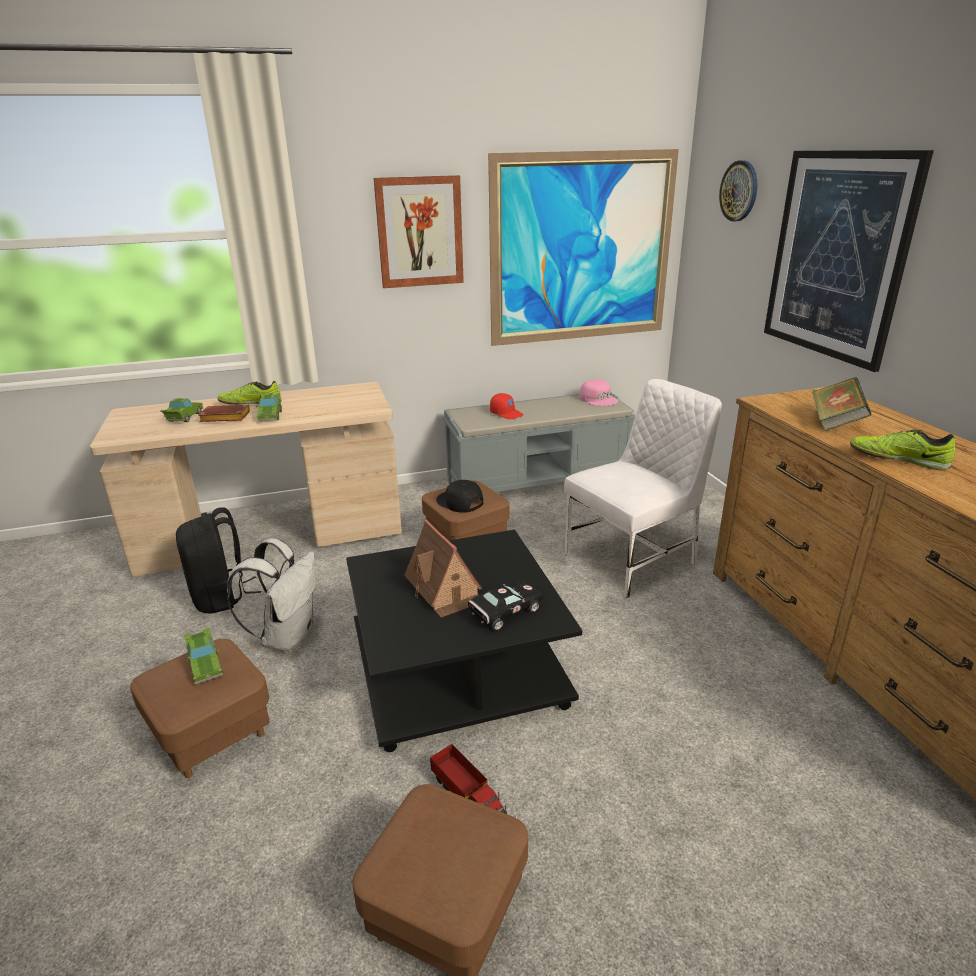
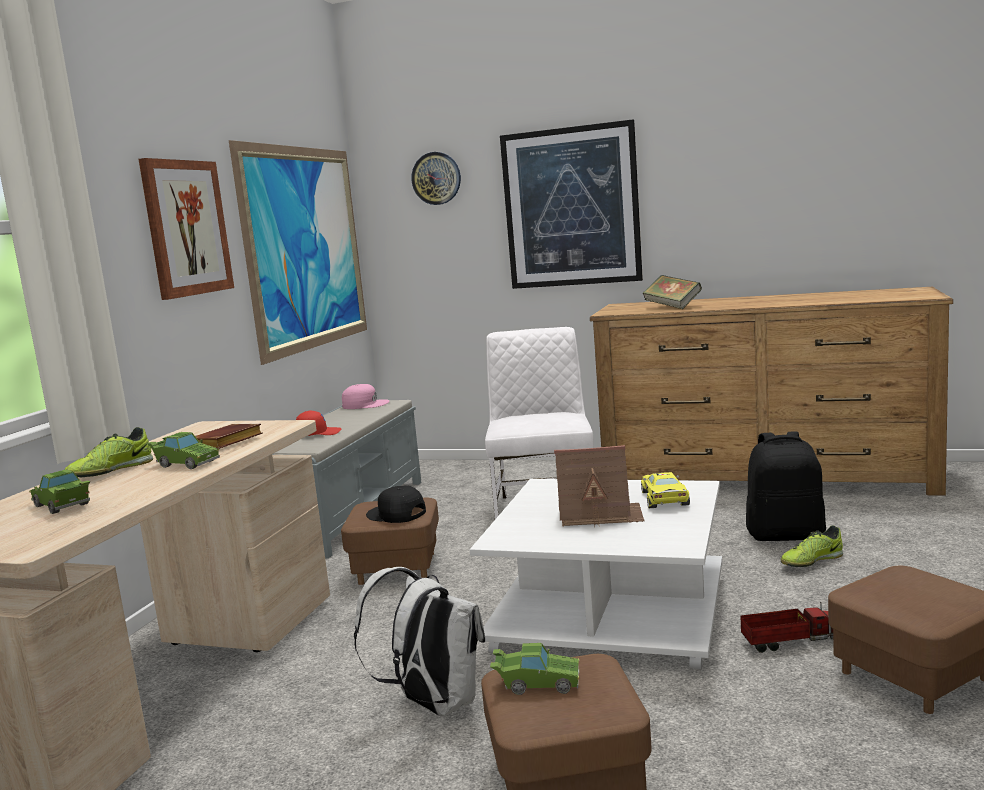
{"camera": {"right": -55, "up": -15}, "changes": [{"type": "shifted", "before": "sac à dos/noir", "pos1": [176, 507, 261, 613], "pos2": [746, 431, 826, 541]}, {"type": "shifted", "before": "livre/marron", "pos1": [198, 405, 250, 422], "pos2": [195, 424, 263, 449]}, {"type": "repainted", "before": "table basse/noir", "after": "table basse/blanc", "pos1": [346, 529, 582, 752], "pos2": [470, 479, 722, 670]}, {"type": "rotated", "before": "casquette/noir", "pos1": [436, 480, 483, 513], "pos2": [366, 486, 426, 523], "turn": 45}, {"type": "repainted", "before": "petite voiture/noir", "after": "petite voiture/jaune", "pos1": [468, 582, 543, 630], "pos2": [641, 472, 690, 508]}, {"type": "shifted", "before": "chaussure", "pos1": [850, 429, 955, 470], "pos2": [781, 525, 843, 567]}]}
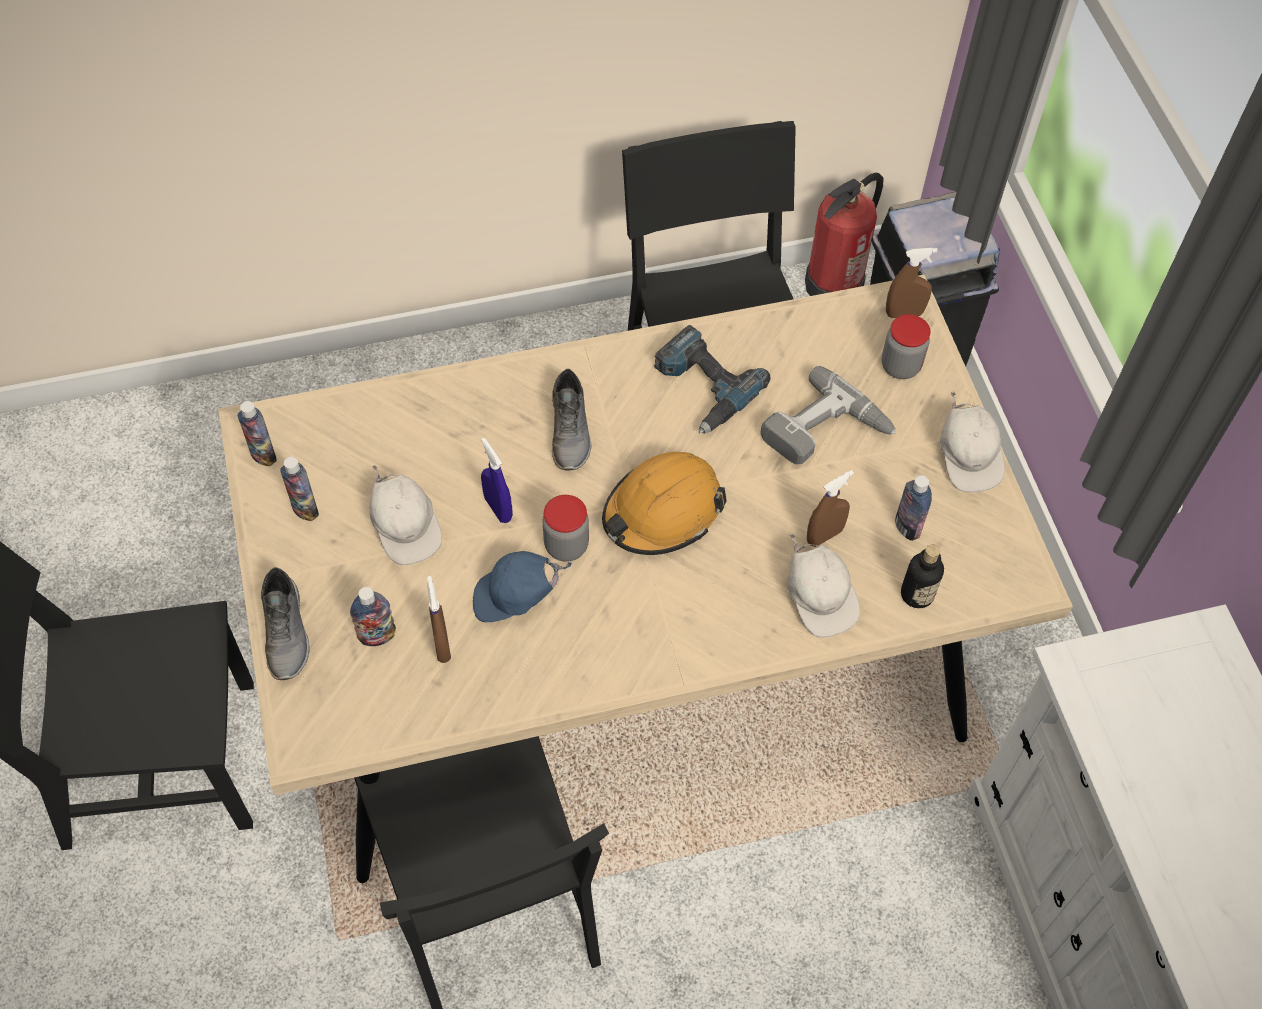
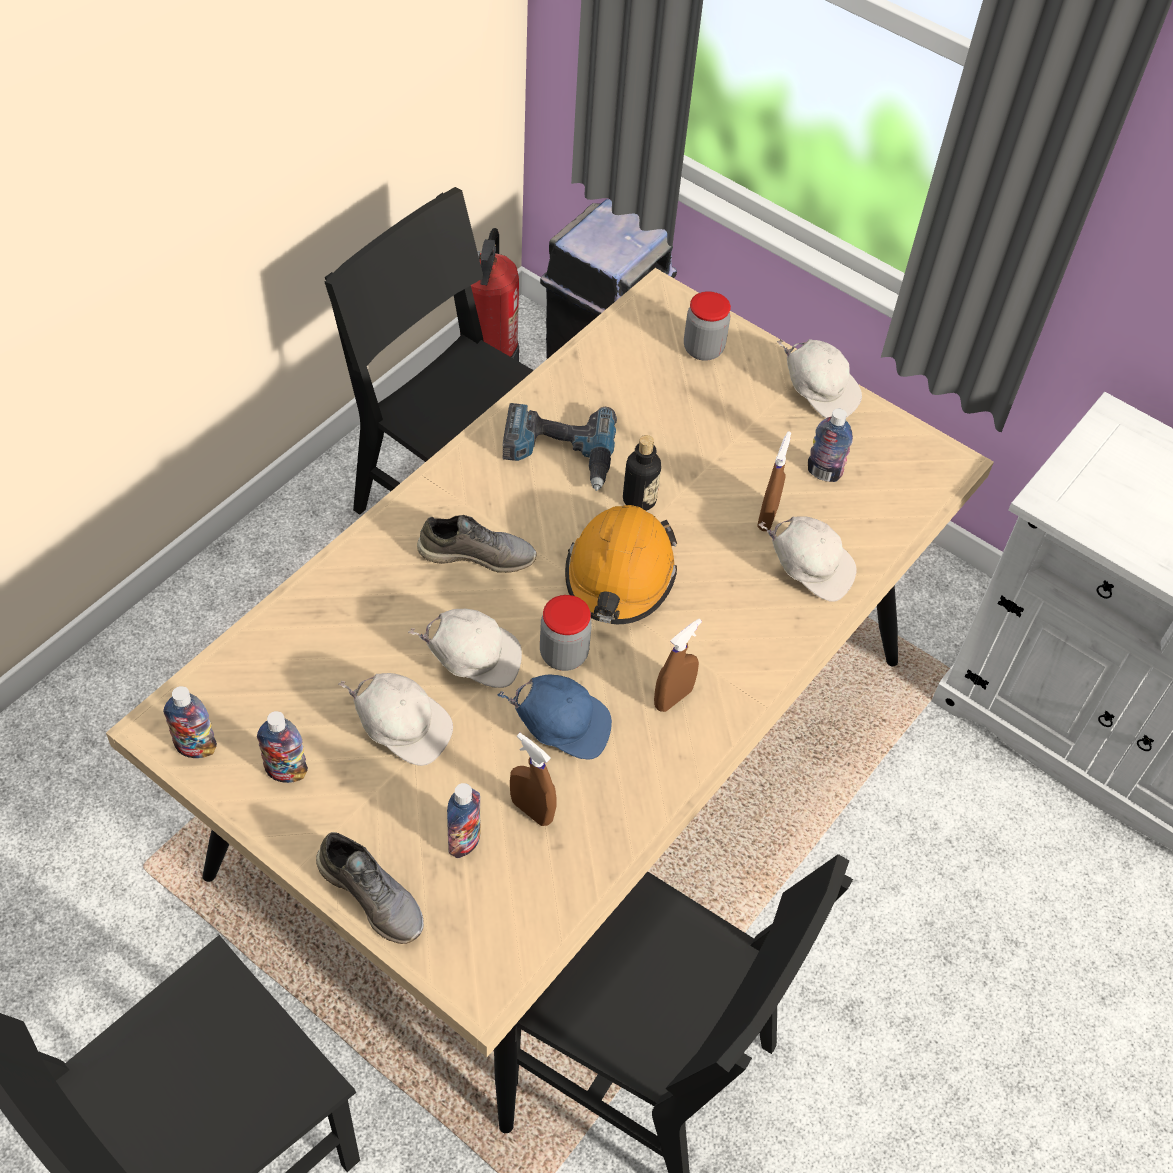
{"camera": {"right": -40, "up": -5}, "changes": [{"type": "rotated", "before": "casquette/bleu", "pos1": [473, 551, 571, 622], "pos2": [497, 675, 612, 759], "turn": -120}, {"type": "swapped", "before": "vaporisateur/bleu", "after": "casquette/blanc", "pos1": [481, 438, 513, 523], "pos2": [408, 609, 522, 688]}, {"type": "rotated", "before": "chaussure/gris", "pos1": [552, 369, 591, 471], "pos2": [417, 515, 537, 573], "turn": -45}, {"type": "gone", "before": "perceuse", "pos1": [760, 366, 896, 464]}, {"type": "shifted", "before": "vaporisateur/marron", "pos1": [886, 248, 938, 318], "pos2": [654, 619, 702, 712]}, {"type": "shifted", "before": "bouteille", "pos1": [901, 544, 944, 608], "pos2": [623, 435, 661, 511]}]}
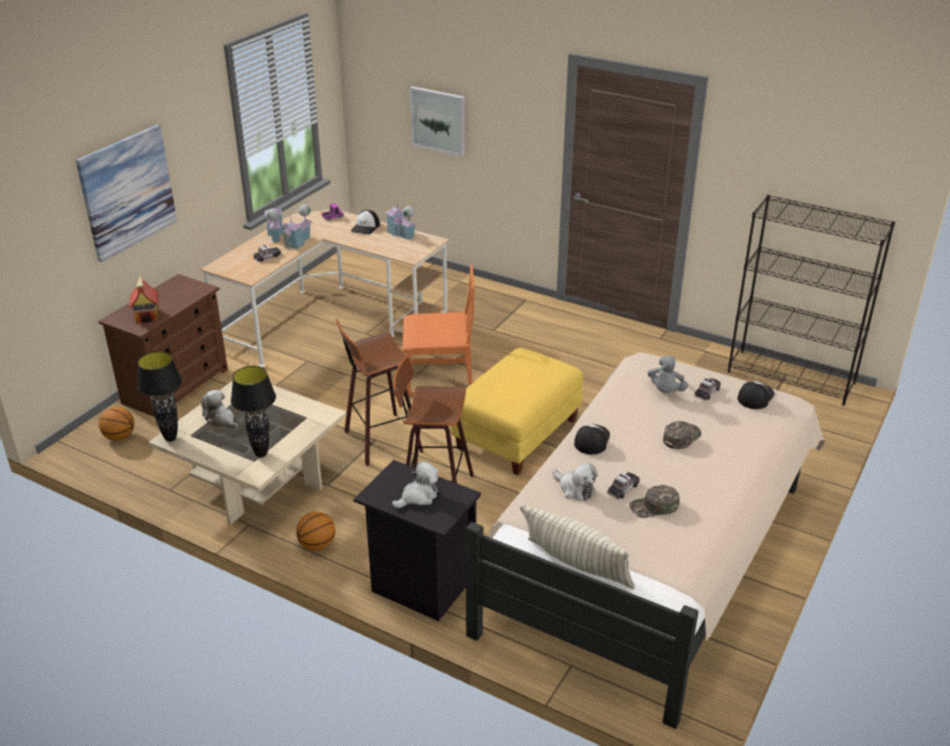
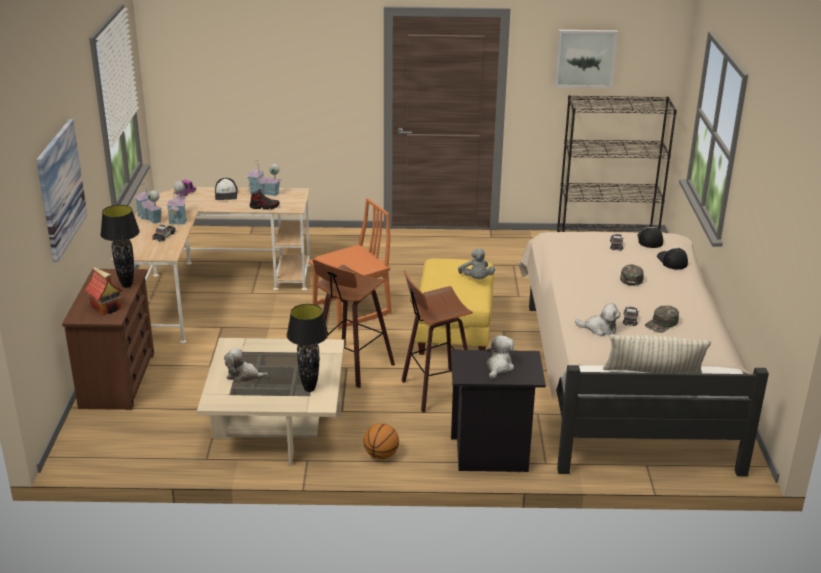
{"camera": {"right": -30, "up": -5}, "changes": [{"type": "gone", "before": "ballon de basket", "pos1": [99, 407, 134, 441]}, {"type": "shifted", "before": "lampe de table/noir", "pos1": [137, 351, 182, 442], "pos2": [100, 205, 140, 288]}, {"type": "shifted", "before": "tableau", "pos1": [410, 86, 465, 157], "pos2": [555, 30, 618, 88]}, {"type": "shifted", "before": "casquette", "pos1": [574, 424, 610, 455], "pos2": [657, 247, 688, 269]}, {"type": "shifted", "before": "peluche/gris", "pos1": [648, 355, 688, 393], "pos2": [458, 248, 495, 279]}, {"type": "new", "after": "chaussure", "pos2": [250, 189, 280, 210]}]}
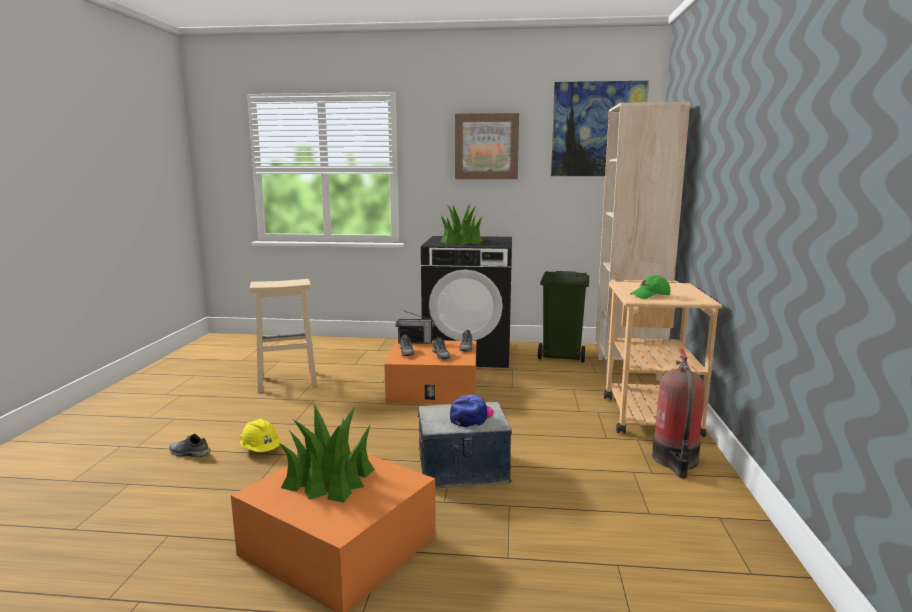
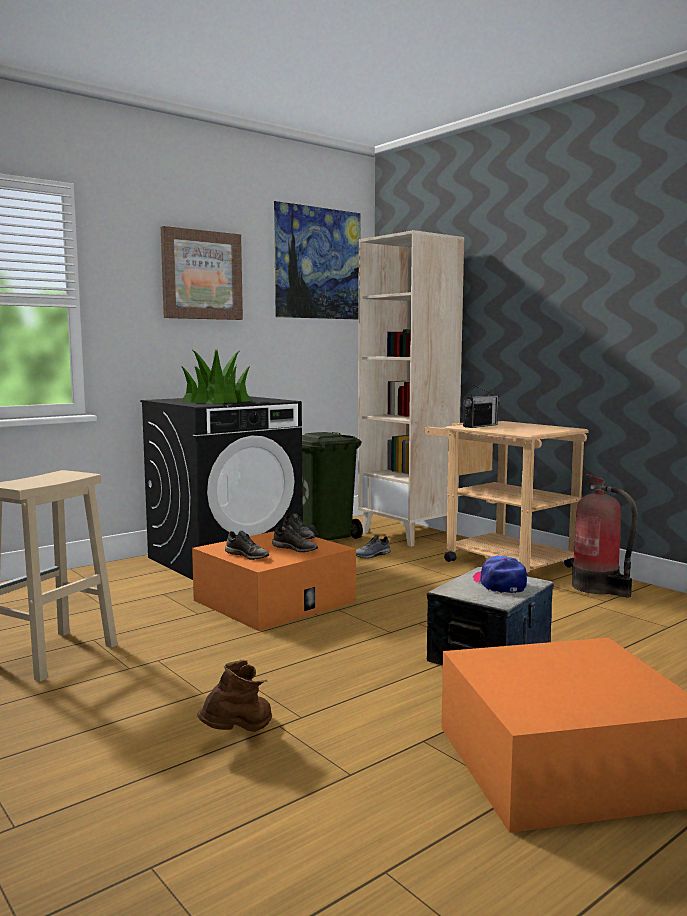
{"camera": {"right": -45, "up": -5}, "changes": [{"type": "shifted", "before": "chaussure/gris", "pos1": [169, 434, 210, 457], "pos2": [356, 535, 391, 558]}, {"type": "swapped", "before": "casque de chantier/jaune", "after": "botte/marron", "pos1": [240, 419, 281, 452], "pos2": [197, 660, 272, 732]}, {"type": "gone", "before": "plante en pot", "pos1": [279, 404, 375, 503]}, {"type": "shifted", "before": "radio", "pos1": [395, 310, 435, 344], "pos2": [463, 384, 500, 428]}, {"type": "gone", "before": "casquette/vert", "pos1": [630, 275, 670, 299]}]}
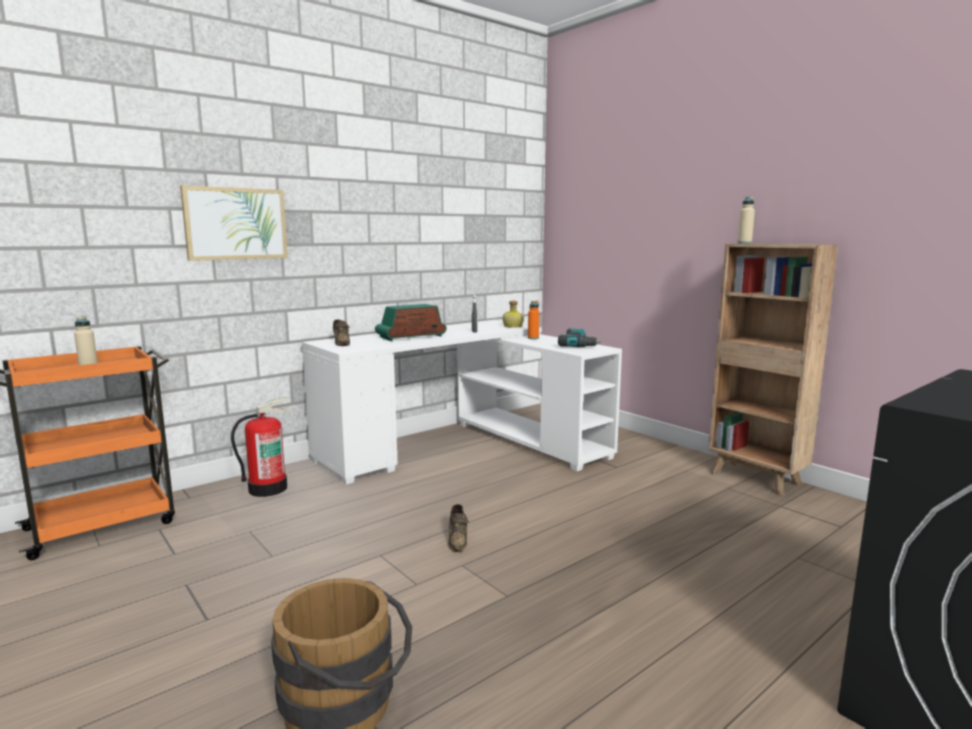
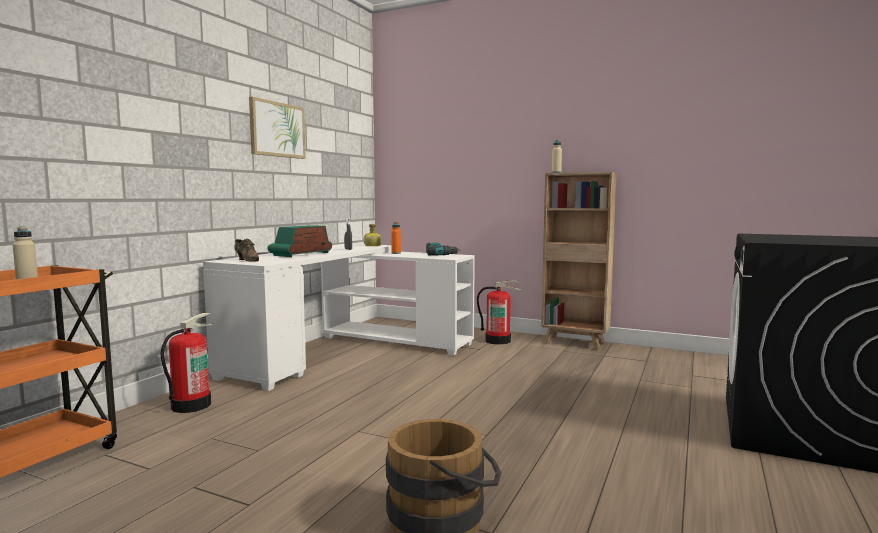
{"camera": {"right": -25, "up": -5}, "changes": [{"type": "shifted", "before": "tableau", "pos1": [180, 186, 288, 261], "pos2": [249, 97, 306, 159]}, {"type": "gone", "before": "chaussure/marron", "pos1": [448, 504, 469, 552]}, {"type": "new", "after": "extincteur", "pos2": [477, 280, 522, 345]}]}
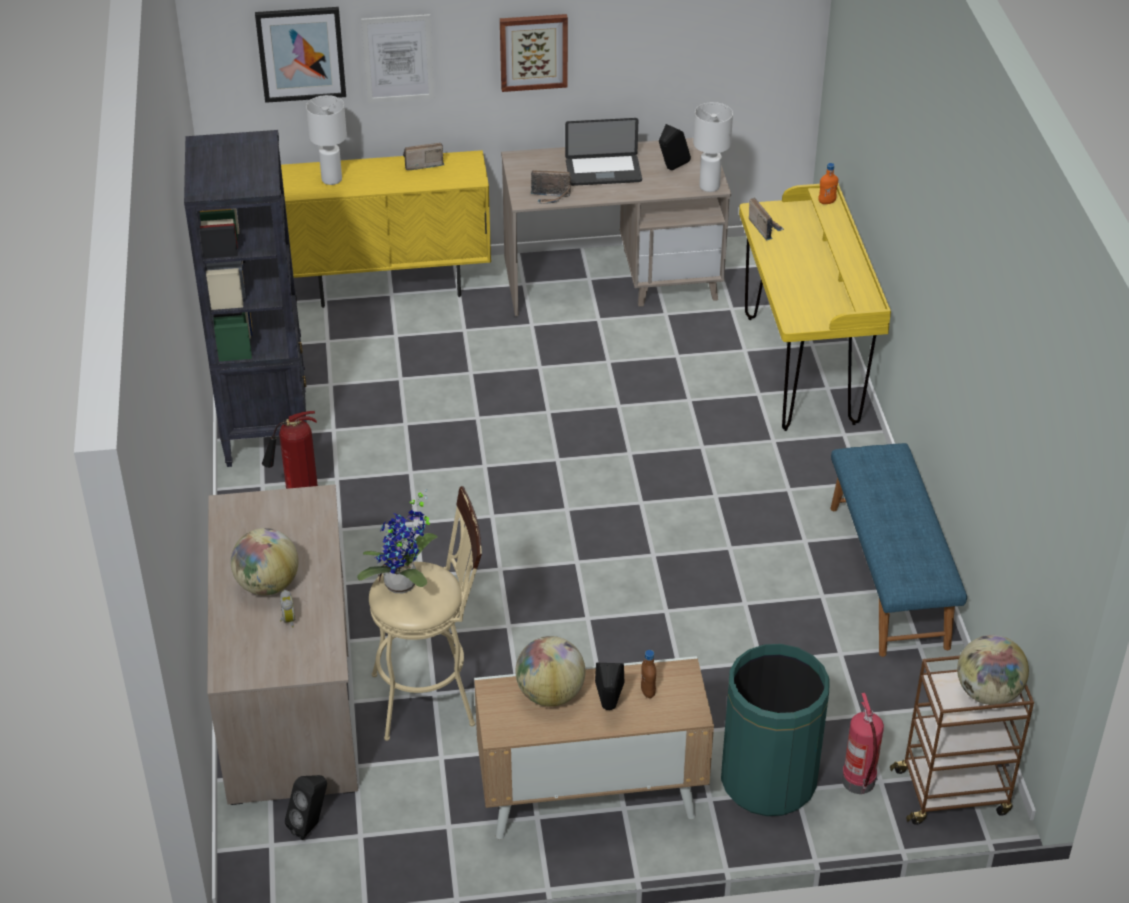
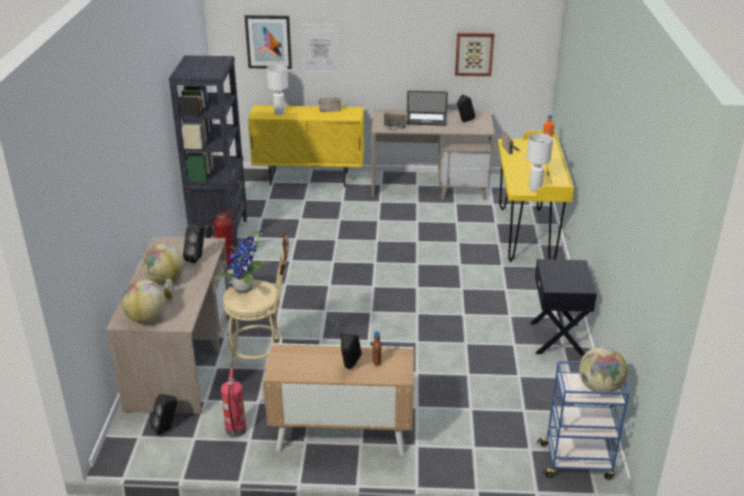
{"camera": {"right": 10, "up": -10}, "changes": [{"type": "shifted", "before": "tableau", "pos1": [500, 14, 568, 92], "pos2": [455, 33, 494, 76]}, {"type": "shifted", "before": "globe", "pos1": [515, 636, 585, 707], "pos2": [121, 280, 166, 323]}, {"type": "shifted", "before": "lampe de table/blanc", "pos1": [693, 102, 733, 192], "pos2": [526, 133, 553, 191]}, {"type": "gone", "before": "poubelle/vert", "pos1": [721, 644, 830, 816]}, {"type": "swapped", "before": "banc/bleu", "after": "table de chevet/noir", "pos1": [830, 443, 967, 657], "pos2": [530, 259, 597, 356]}, {"type": "shifted", "before": "extincteur", "pos1": [842, 693, 884, 794], "pos2": [221, 367, 247, 437]}, {"type": "repainted", "before": "chariot/marron", "after": "chariot/bleu", "pos1": [890, 655, 1034, 825], "pos2": [537, 361, 629, 480]}, {"type": "new", "after": "enceinte/noir", "pos2": [183, 223, 205, 263]}]}
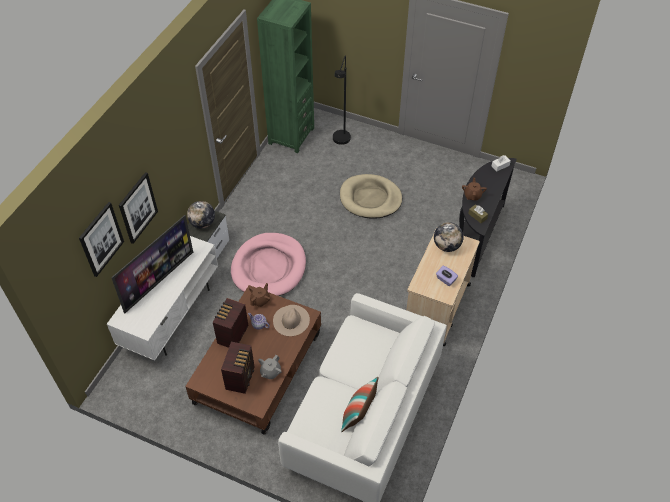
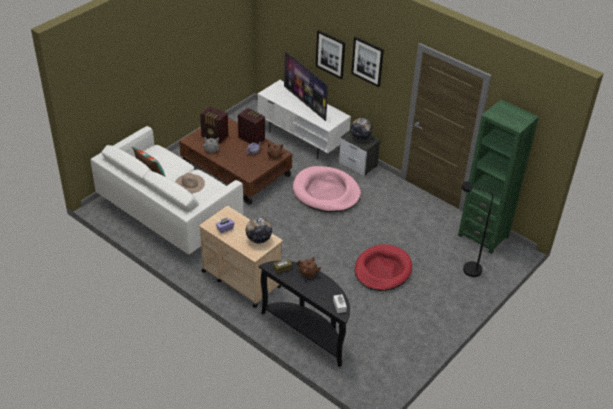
{"camera": {"right": 105, "up": -10}, "changes": [{"type": "shifted", "before": "tableau", "pos1": [79, 202, 124, 277], "pos2": [351, 36, 384, 87]}, {"type": "shifted", "before": "chapeau/beige", "pos1": [273, 305, 310, 336], "pos2": [175, 173, 205, 193]}, {"type": "repainted", "before": "panier pour chien/beige", "after": "panier pour chien/rouge", "pos1": [340, 174, 402, 219], "pos2": [355, 244, 412, 291]}]}
